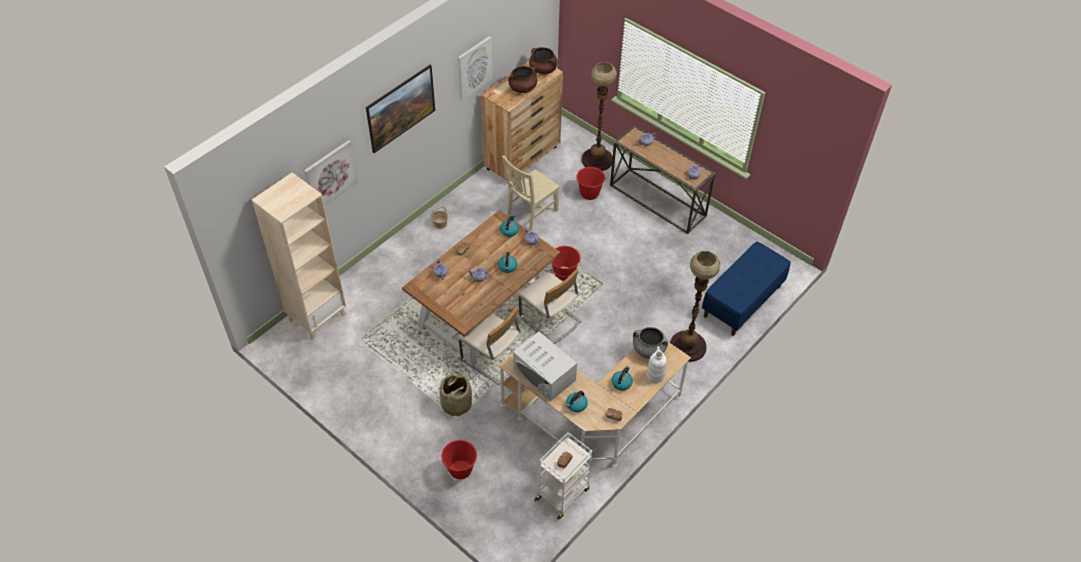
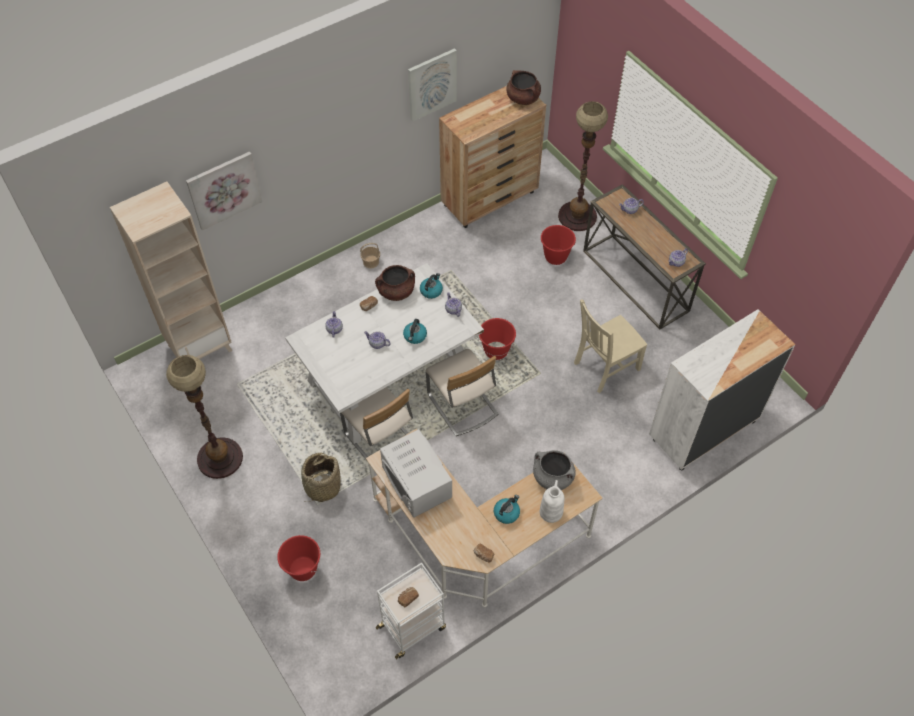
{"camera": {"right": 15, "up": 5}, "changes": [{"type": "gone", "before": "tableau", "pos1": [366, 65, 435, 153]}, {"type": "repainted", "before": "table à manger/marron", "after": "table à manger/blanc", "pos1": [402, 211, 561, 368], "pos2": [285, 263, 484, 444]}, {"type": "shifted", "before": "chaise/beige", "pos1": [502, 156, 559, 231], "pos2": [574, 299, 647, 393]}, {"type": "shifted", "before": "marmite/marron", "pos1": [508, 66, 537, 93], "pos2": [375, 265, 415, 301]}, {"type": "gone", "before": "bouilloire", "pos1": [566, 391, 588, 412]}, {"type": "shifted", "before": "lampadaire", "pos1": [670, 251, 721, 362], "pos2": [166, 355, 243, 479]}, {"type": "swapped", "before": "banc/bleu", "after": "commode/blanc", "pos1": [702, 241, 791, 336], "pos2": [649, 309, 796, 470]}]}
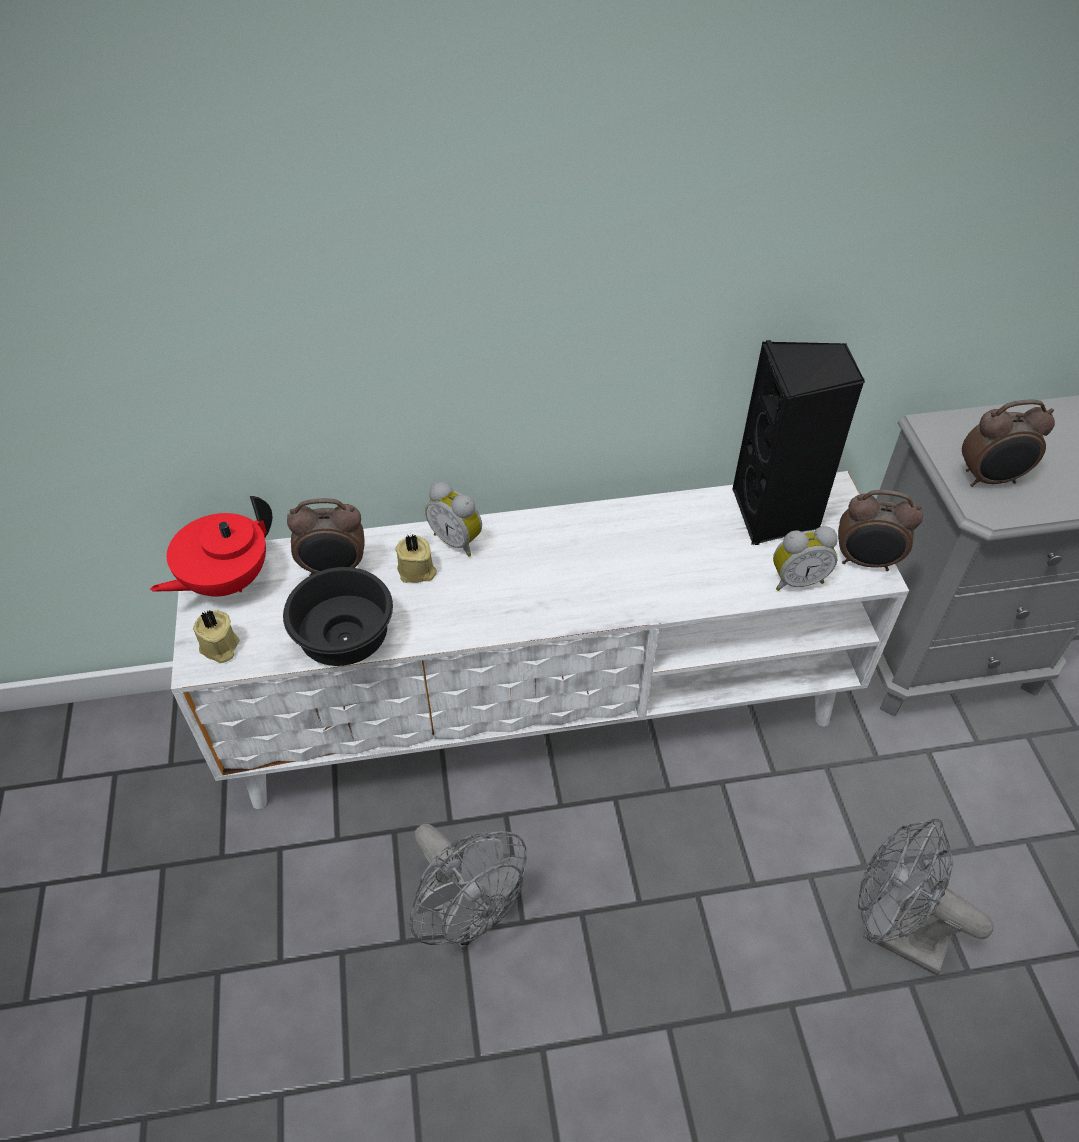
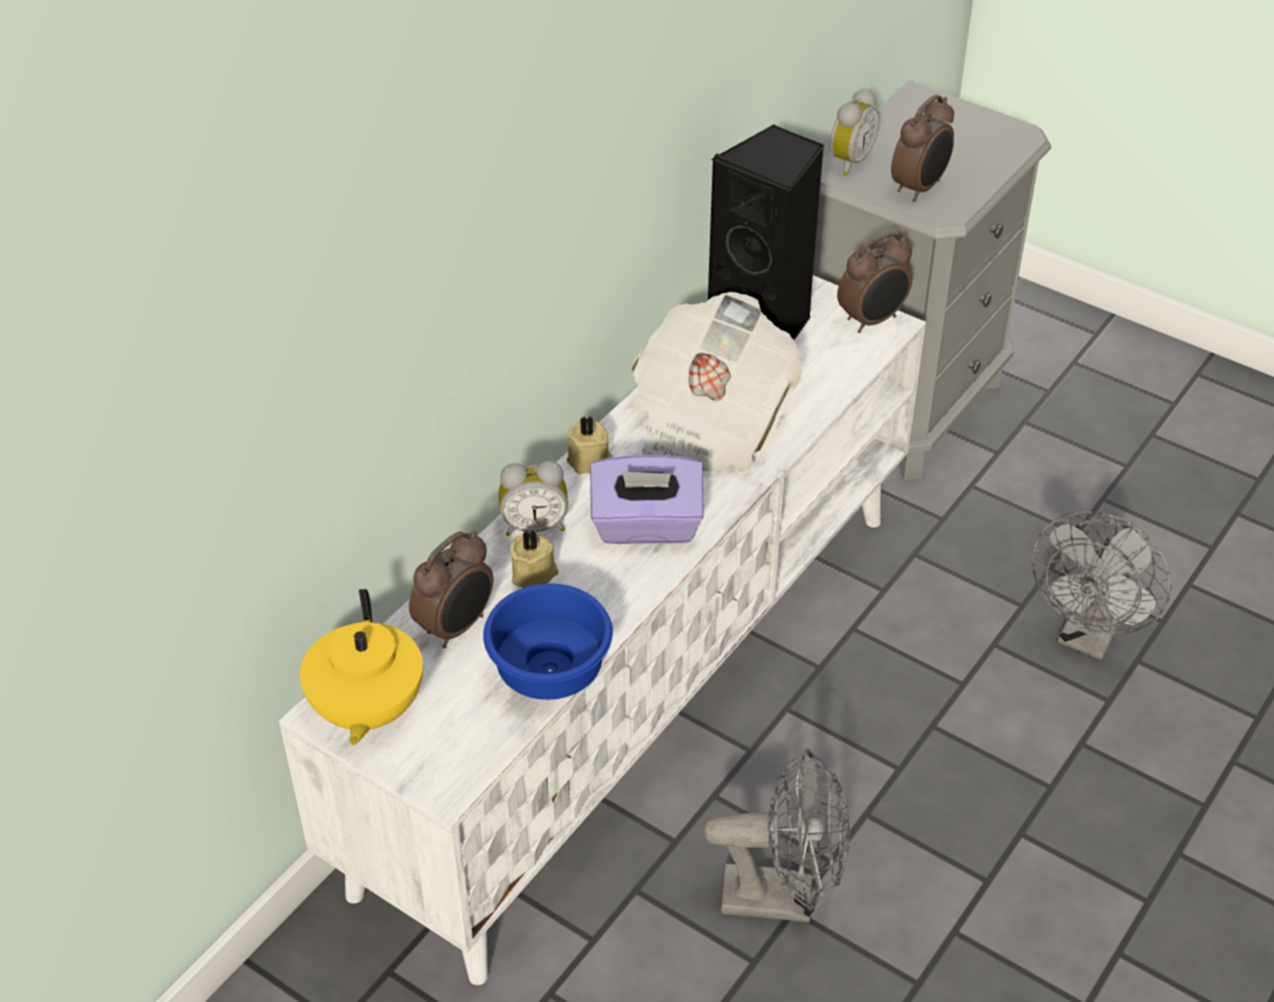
{"camera": {"right": -45, "up": -5}, "changes": [{"type": "repainted", "before": "théière/rouge", "after": "théière/jaune", "pos1": [150, 496, 272, 596], "pos2": [300, 589, 423, 745]}, {"type": "shifted", "before": "bougie/beige", "pos1": [193, 610, 239, 663], "pos2": [567, 416, 613, 474]}, {"type": "repainted", "before": "bol/noir", "after": "bol/bleu", "pos1": [283, 567, 393, 666], "pos2": [483, 583, 613, 700]}, {"type": "shifted", "before": "réveil", "pos1": [773, 526, 838, 591], "pos2": [830, 88, 880, 176]}, {"type": "rotated", "before": "ventilateur/gris", "pos1": [858, 818, 994, 975], "pos2": [1032, 511, 1172, 660], "turn": -45}, {"type": "new", "after": "boîte à mouchoirs/violet", "pos2": [590, 455, 704, 544]}, {"type": "new", "after": "journal", "pos2": [631, 292, 802, 473]}]}
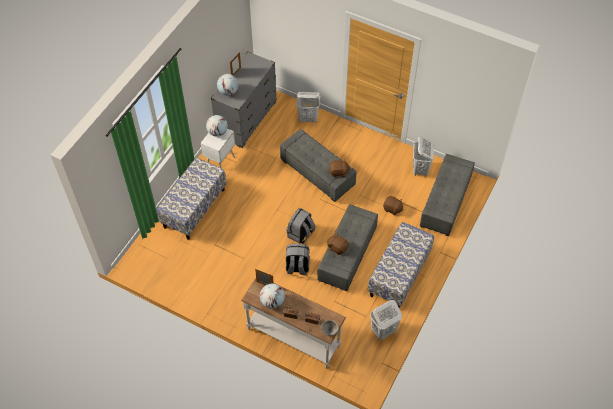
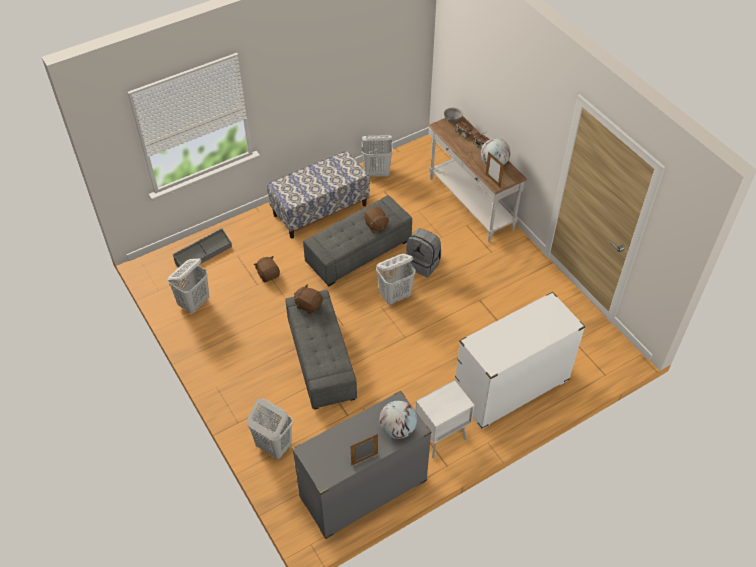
{"camera": {"right": -150, "up": -5}, "changes": [{"type": "swapped", "before": "banc", "after": "commode/blanc", "pos1": [157, 158, 227, 240], "pos2": [455, 292, 585, 430]}, {"type": "gone", "before": "globe", "pos1": [206, 115, 228, 137]}, {"type": "swapped", "before": "sac à dos/gris", "after": "panier à linge/blanc", "pos1": [286, 208, 315, 244], "pos2": [376, 254, 415, 305]}, {"type": "swapped", "before": "pouf/gris", "after": "boîte de rangement/gris", "pos1": [420, 154, 475, 236], "pos2": [173, 228, 232, 268]}]}
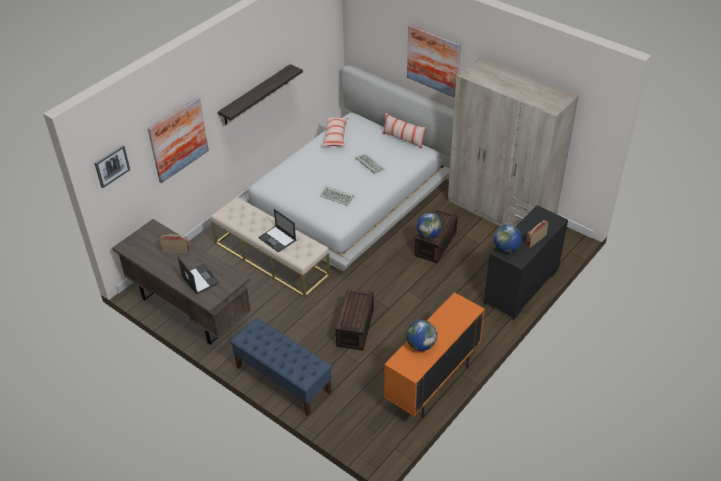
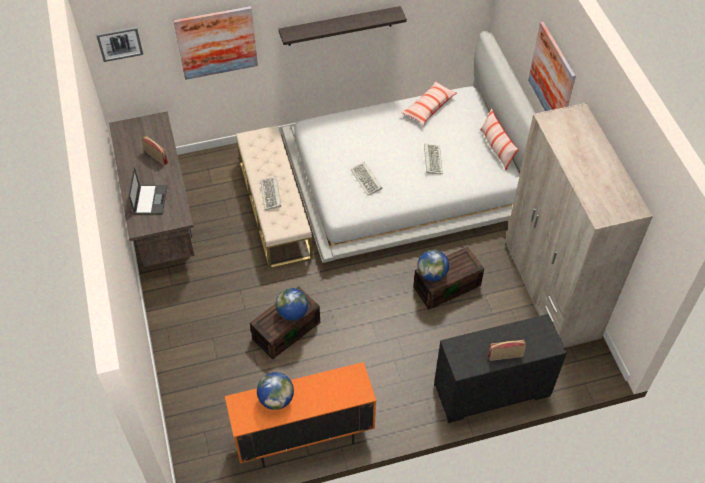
{"camera": {"right": 35, "up": 10}, "changes": [{"type": "gone", "before": "banc/bleu", "pos1": [230, 318, 332, 416]}, {"type": "swapped", "before": "ordinateur portable", "after": "clavier", "pos1": [259, 209, 296, 253], "pos2": [260, 176, 281, 210]}, {"type": "shifted", "before": "globe", "pos1": [494, 224, 522, 252], "pos2": [276, 288, 308, 321]}]}
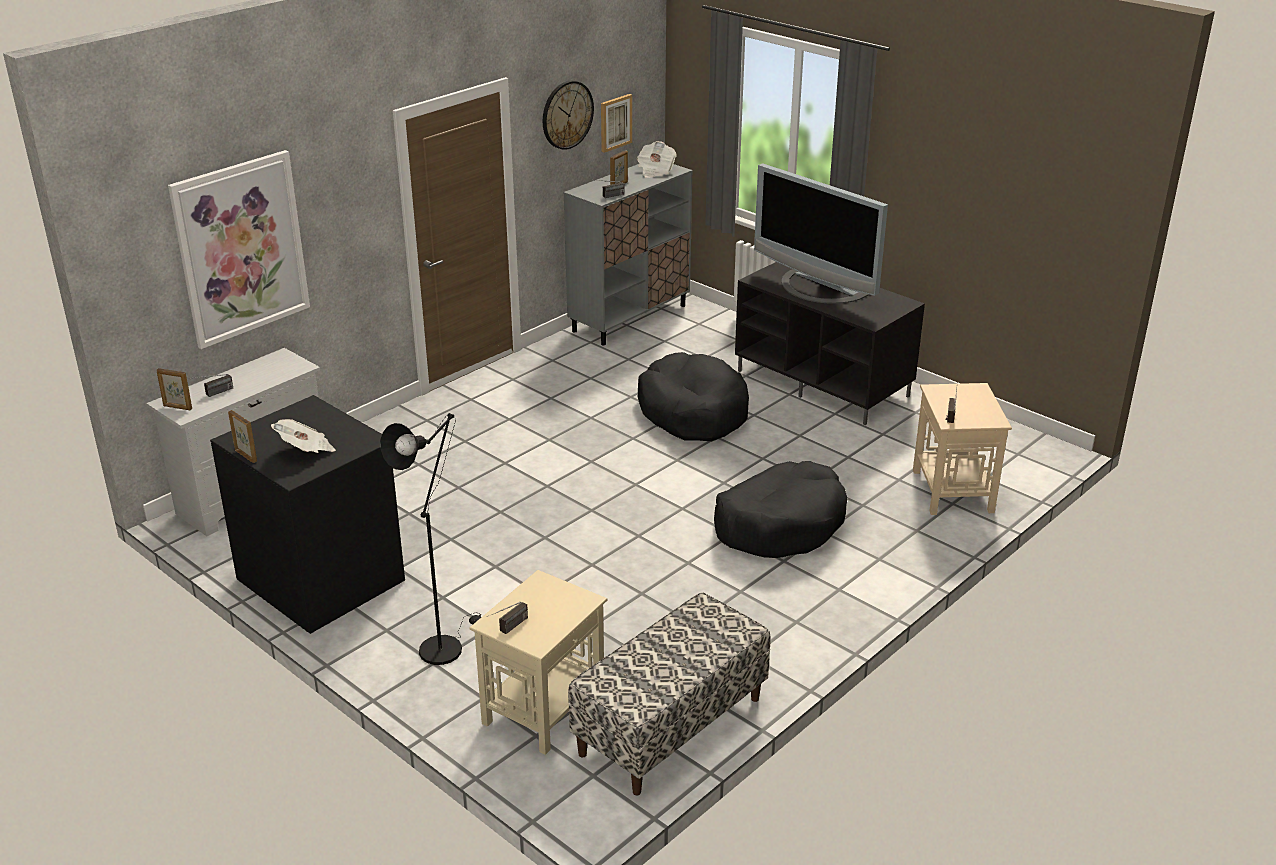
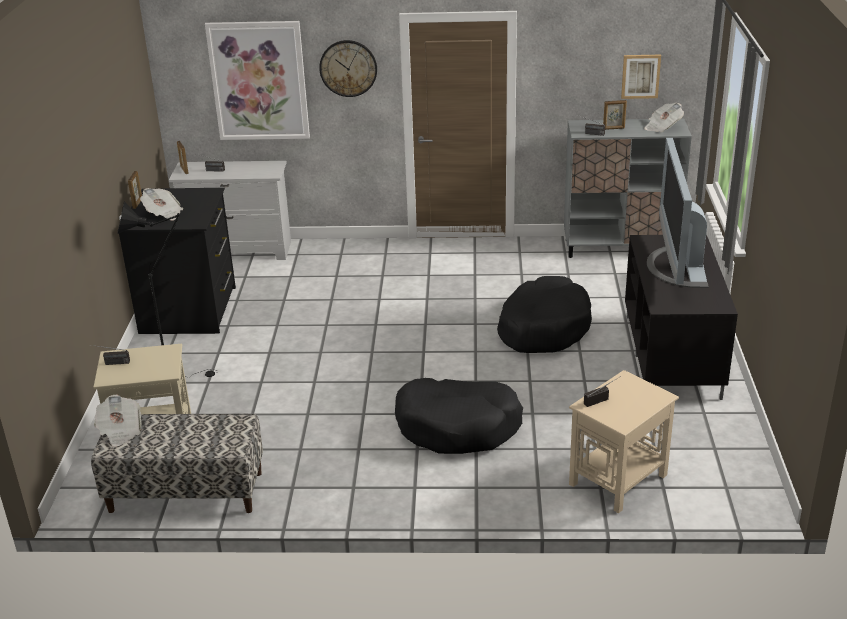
{"camera": {"right": 50, "up": 0}, "changes": [{"type": "shifted", "before": "horloge murale", "pos1": [543, 81, 594, 150], "pos2": [319, 40, 377, 97]}, {"type": "new", "after": "journal", "pos2": [94, 395, 142, 447]}]}
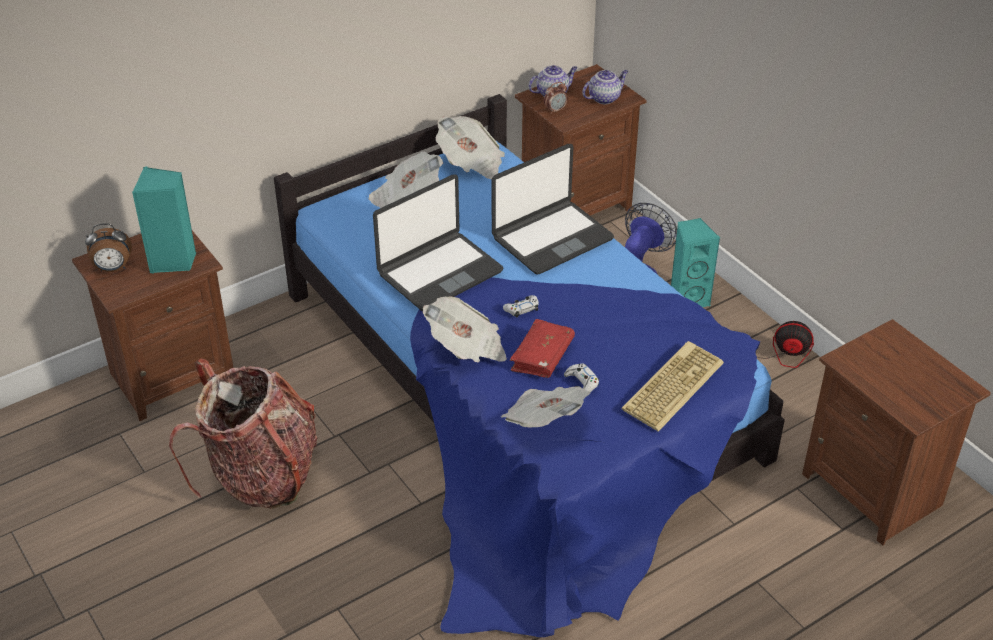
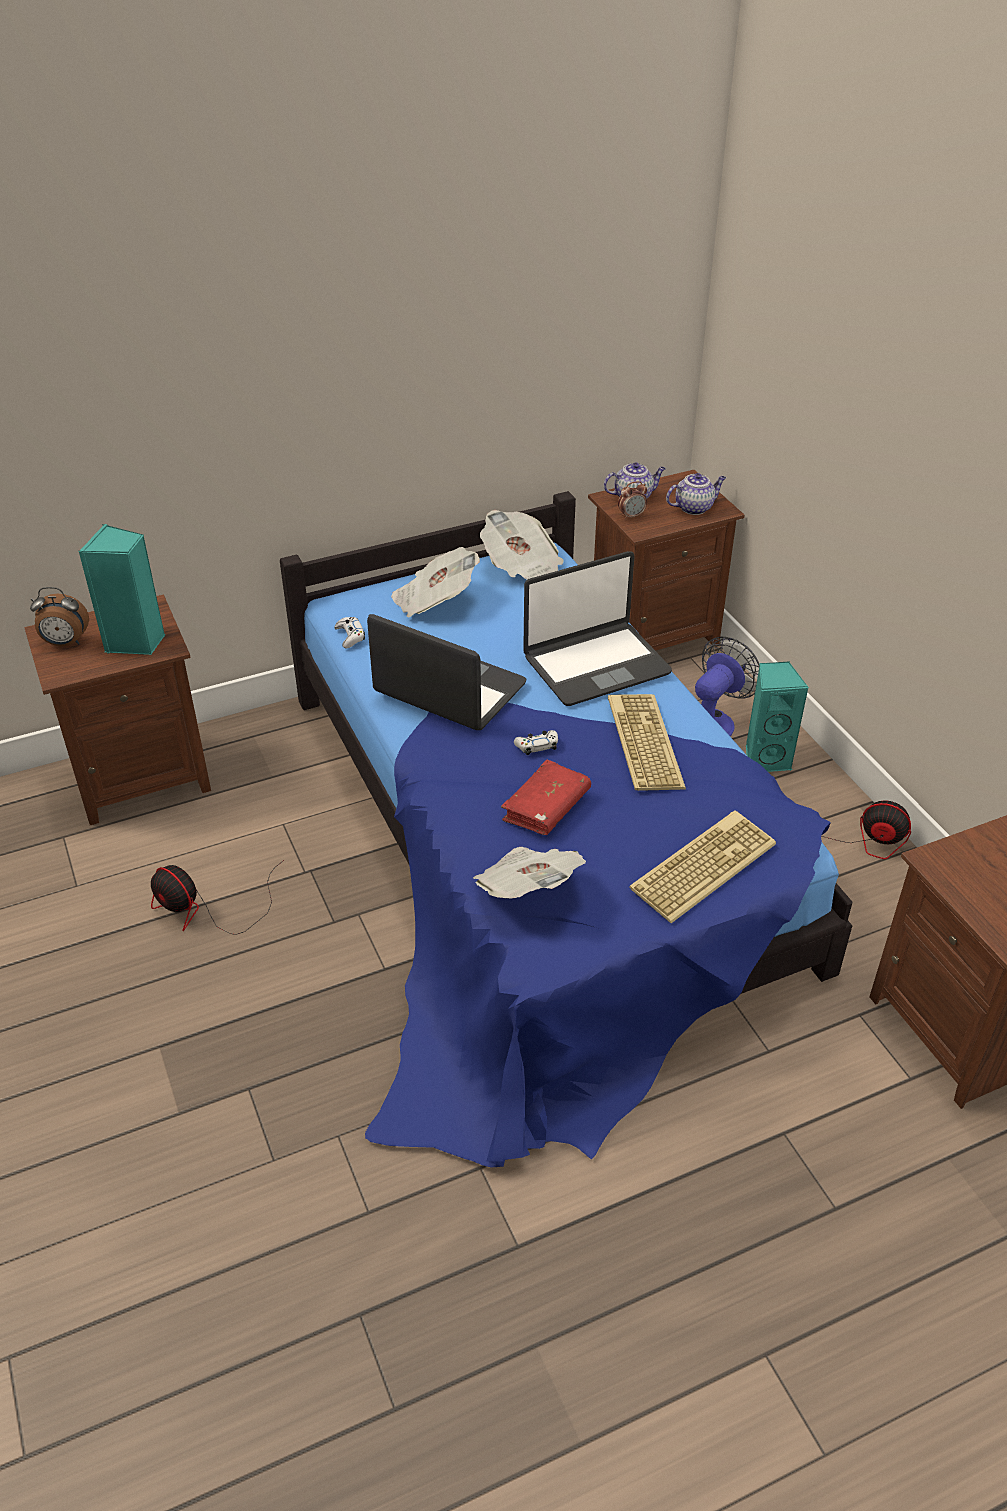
{"camera": {"right": 10, "up": 0}, "changes": [{"type": "swapped", "before": "sac à dos", "after": "ventilateur", "pos1": [169, 358, 318, 509], "pos2": [151, 860, 284, 935]}, {"type": "rotated", "before": "ordinateur portable", "pos1": [373, 174, 504, 311], "pos2": [367, 614, 526, 730], "turn": -120}, {"type": "gone", "before": "journal", "pos1": [423, 296, 507, 363]}, {"type": "shifted", "before": "manette/blanc", "pos1": [564, 363, 599, 392], "pos2": [334, 617, 365, 648]}, {"type": "new", "after": "clavier", "pos2": [608, 694, 686, 791]}]}
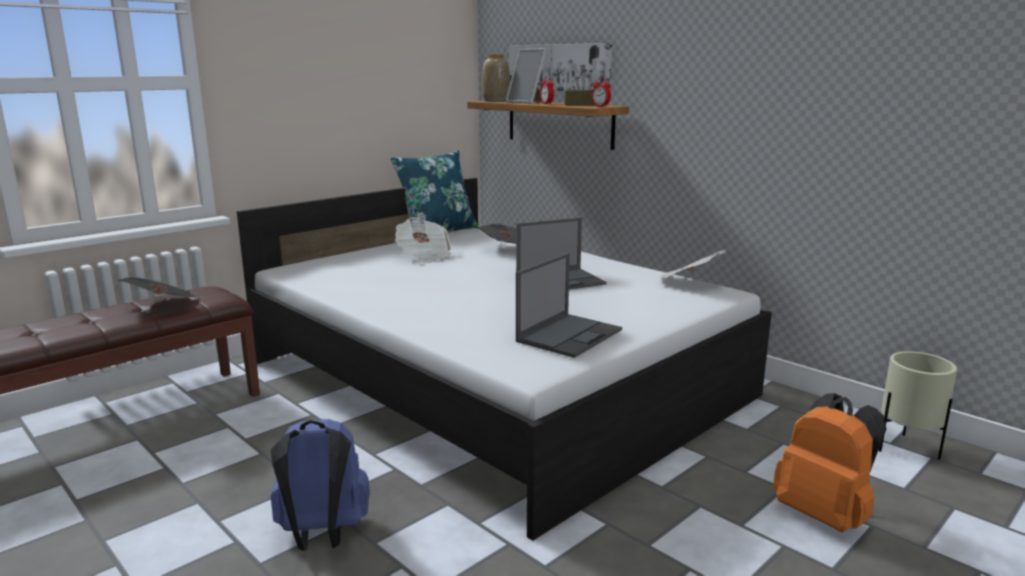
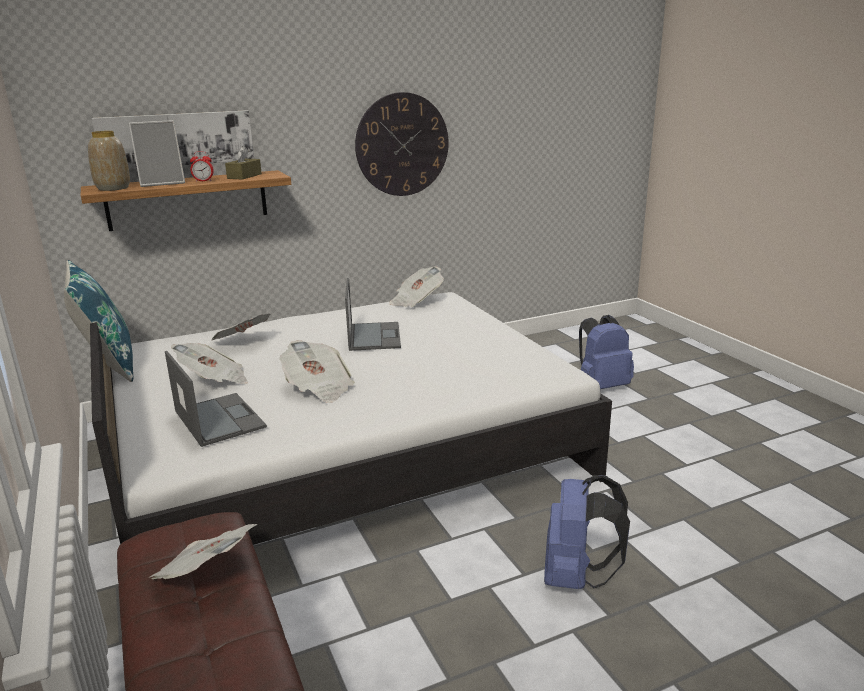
{"camera": {"right": -70, "up": 5}, "changes": [{"type": "shifted", "before": "ordinateur portable", "pos1": [516, 253, 622, 358], "pos2": [165, 351, 267, 447]}, {"type": "gone", "before": "réveil", "pos1": [591, 77, 611, 107]}, {"type": "repainted", "before": "sac à dos/orange", "after": "sac à dos/bleu", "pos1": [773, 393, 886, 532], "pos2": [579, 315, 634, 389]}, {"type": "gone", "before": "cache-pot/beige", "pos1": [879, 351, 957, 460]}, {"type": "new", "after": "journal", "pos2": [279, 340, 355, 403]}, {"type": "new", "after": "horloge murale", "pos2": [355, 92, 449, 196]}]}
